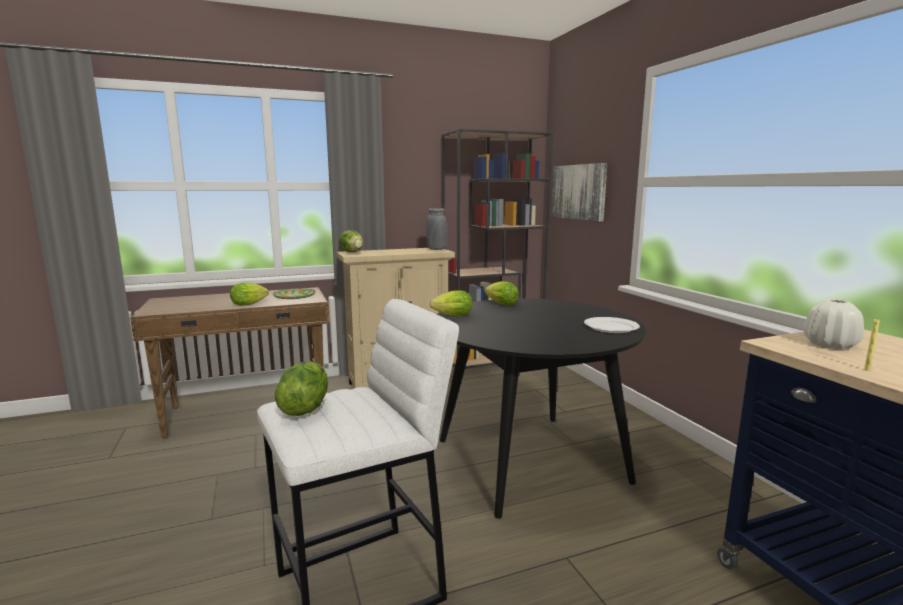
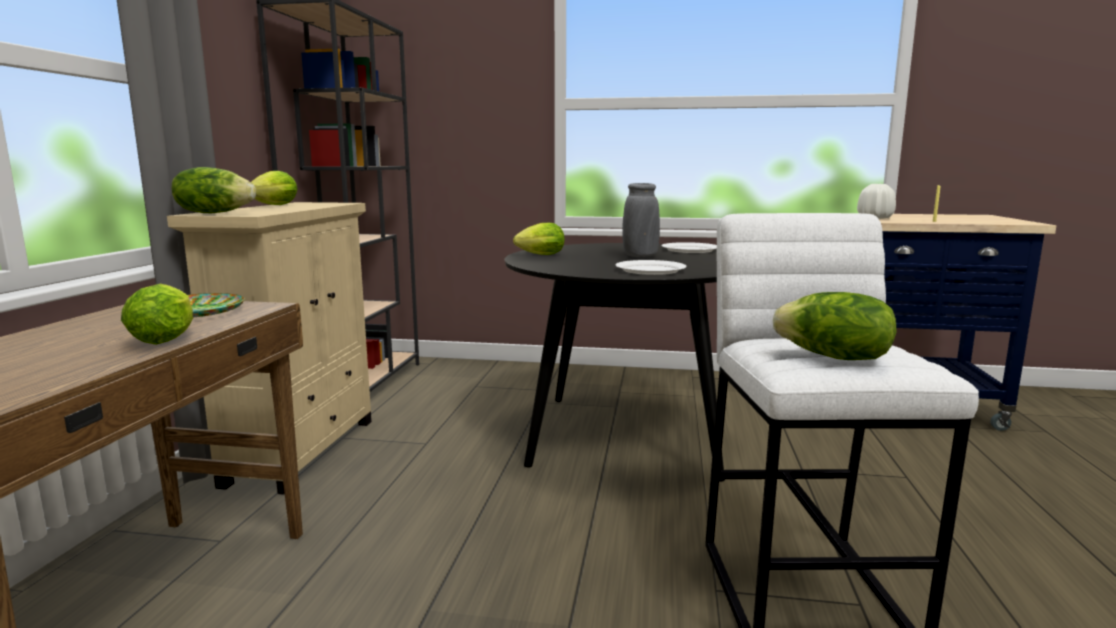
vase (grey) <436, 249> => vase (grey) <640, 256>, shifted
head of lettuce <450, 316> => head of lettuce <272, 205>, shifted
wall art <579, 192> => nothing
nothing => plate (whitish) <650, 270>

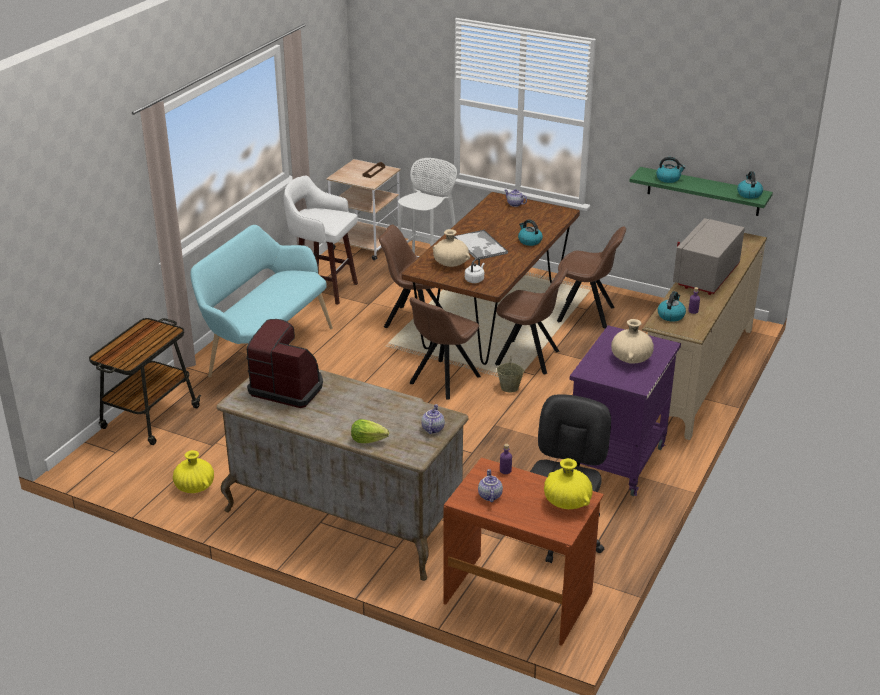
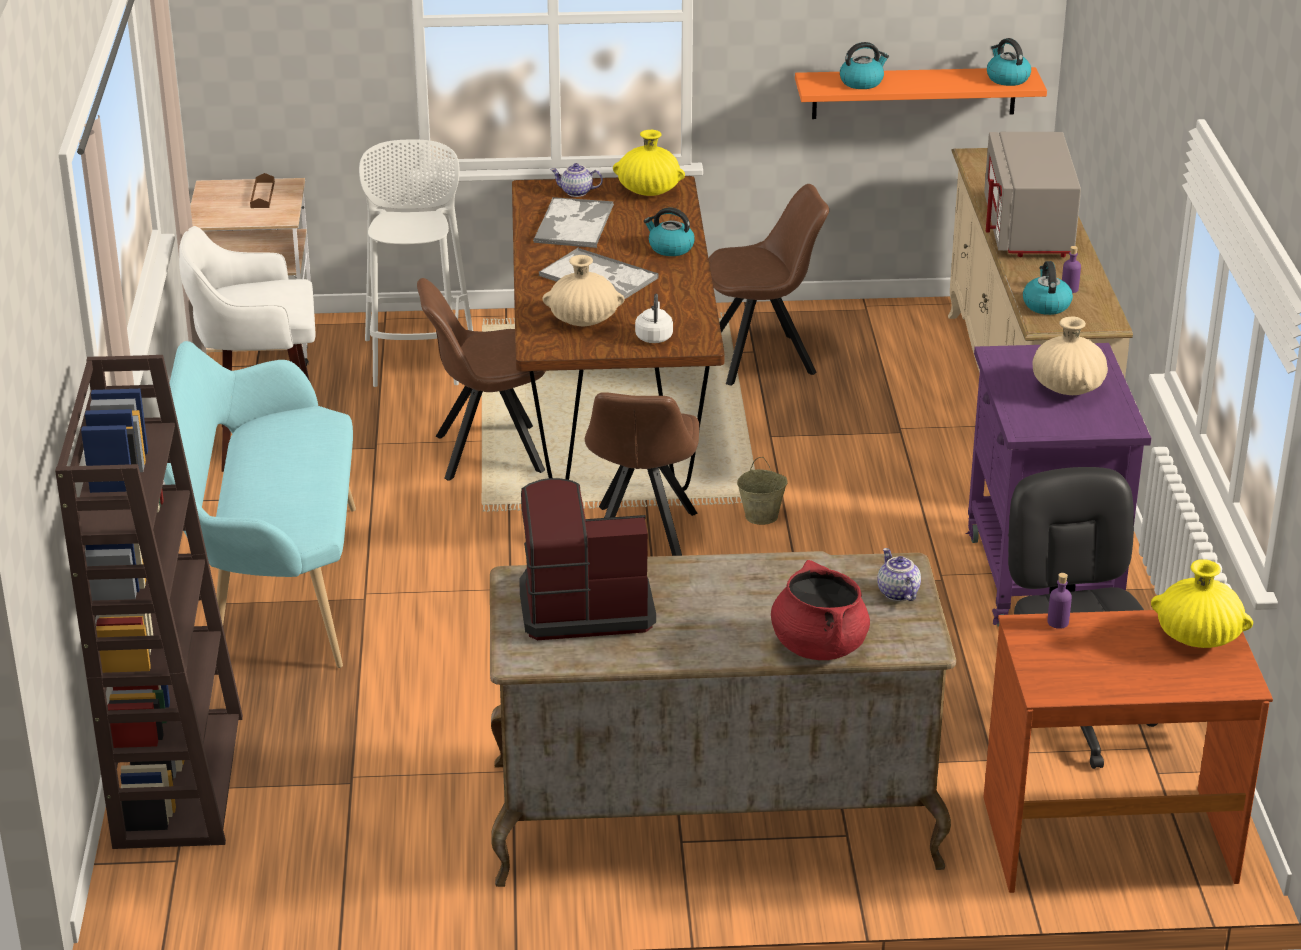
cart <149, 419> => bookshelf (brown-coloured) <177, 778>
vase (yellow-coloured) <195, 487> => vase (yellow-coloured) <649, 191>, shifted
head of lettuce <368, 440> => cooking pot (red-coloured) <818, 646>
teapot <489, 495> => nothing
chair (brown-coloured) <528, 357> => nothing
bracket shelf (greenish) <703, 191> => bracket shelf (orange-coloured) <914, 93>
nothing => carrying tray <574, 224>

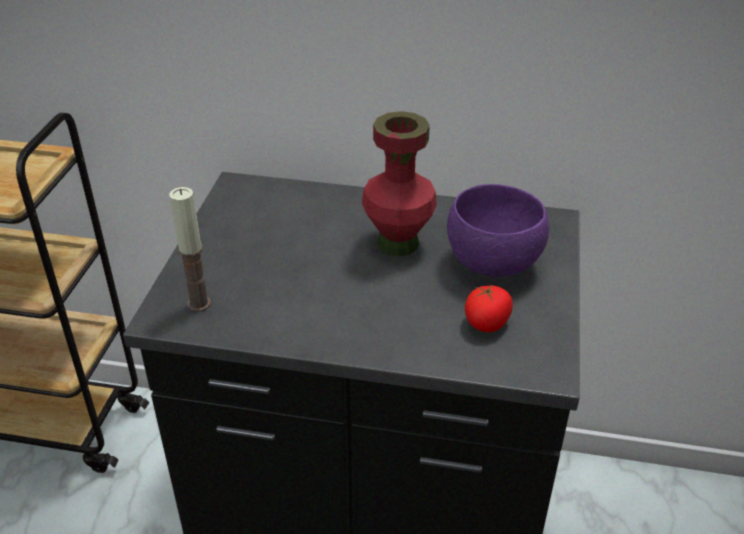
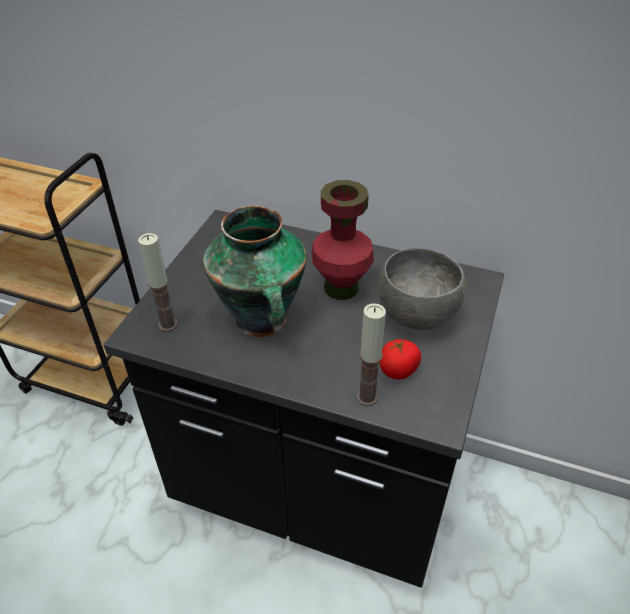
deep dish (purple-coloured) <494, 264> => deep dish (grey) <418, 316>
nothing => vase <261, 321>
nothing => wax candle <367, 397>

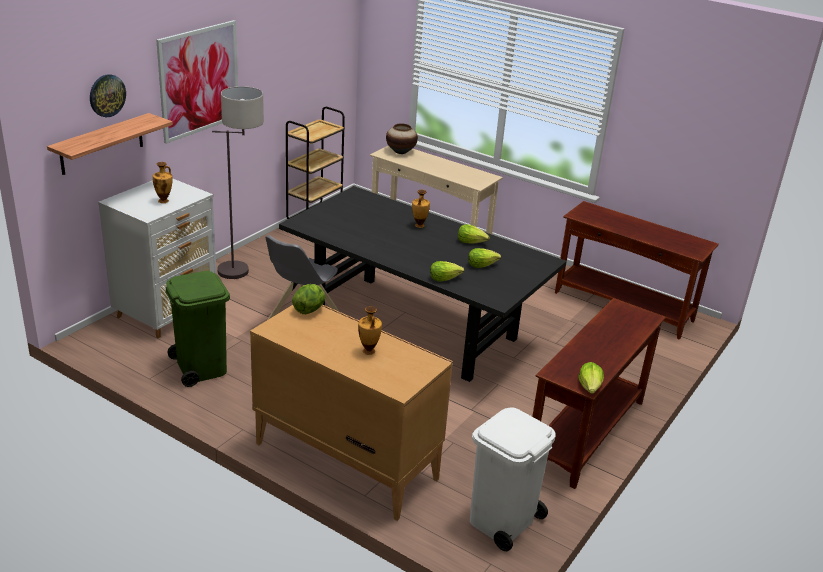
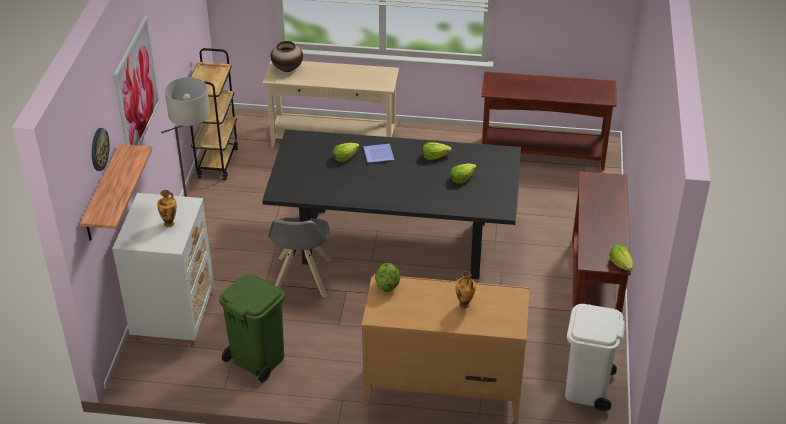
vase <419, 226> => plate <379, 155>
head of lettuce <444, 278> => head of lettuce <345, 157>, shifted

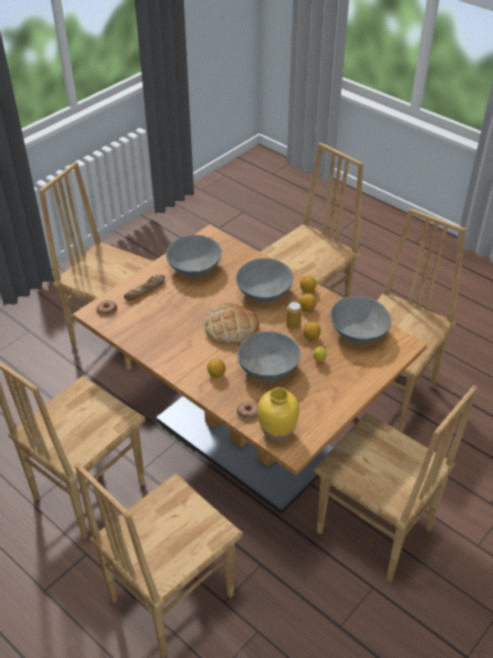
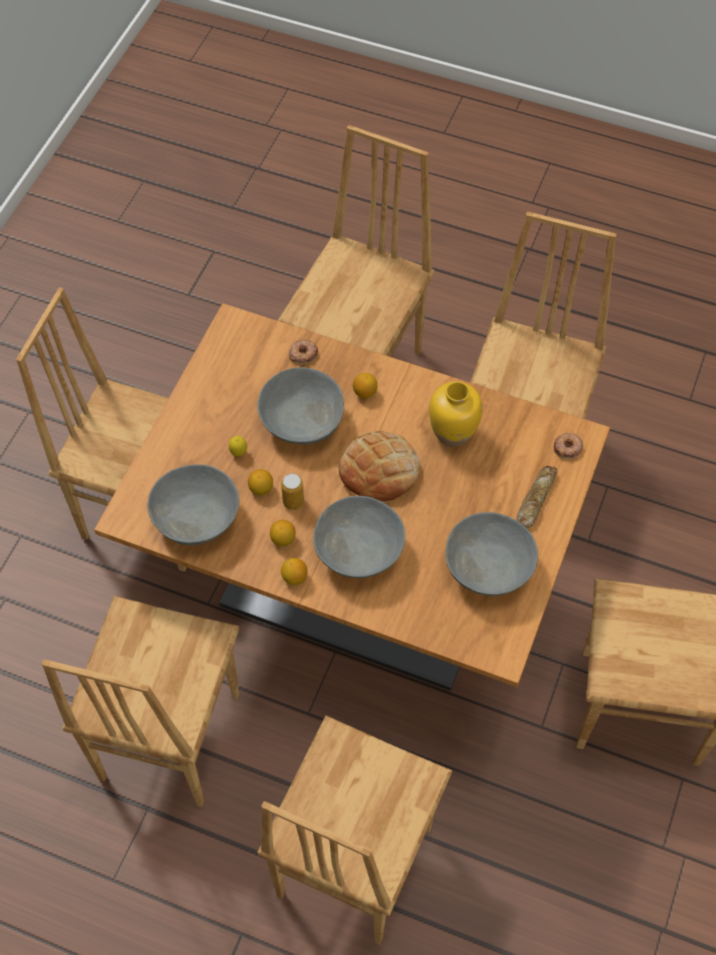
vase (yellow-coloured) <277, 433> => vase (yellow-coloured) <453, 433>, shifted

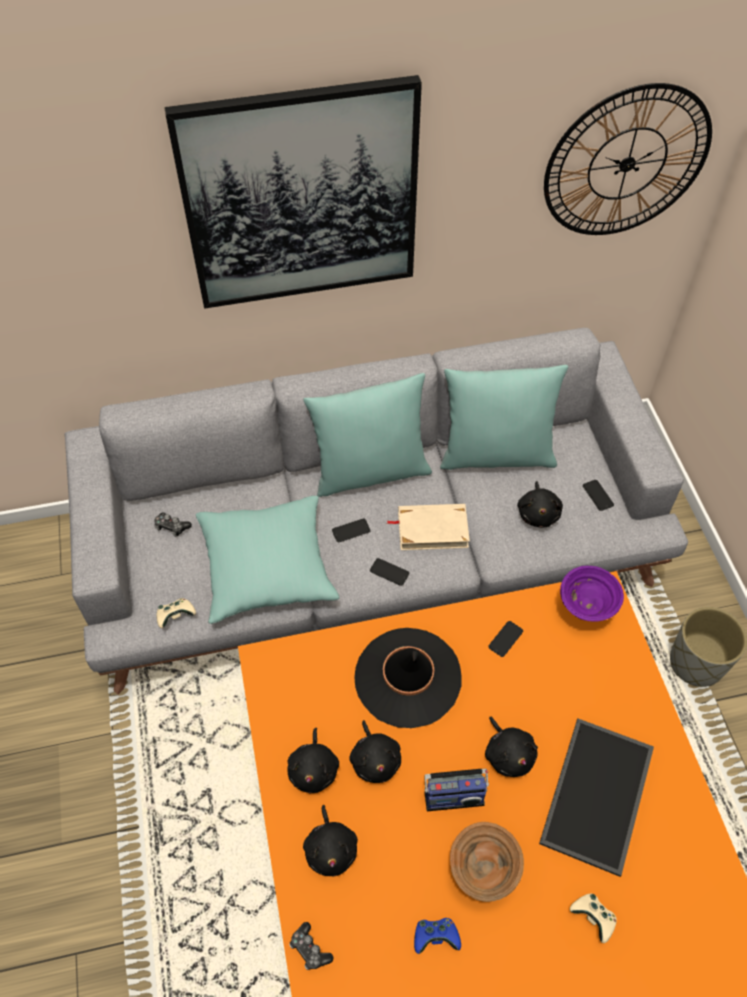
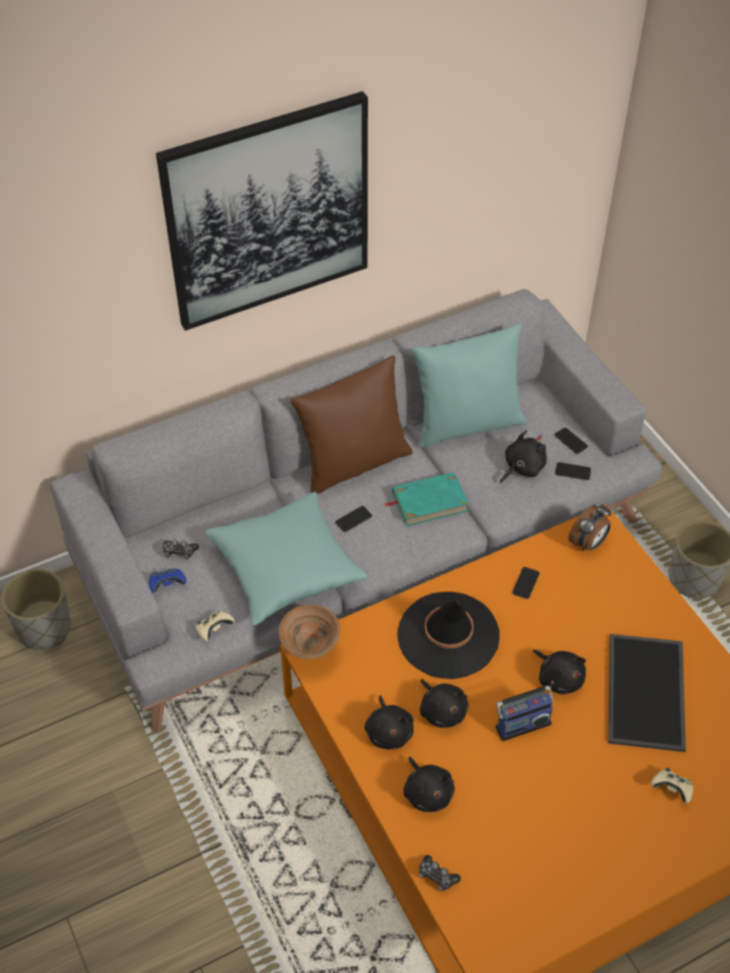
throw pillow (blue-green) <370, 472> => throw pillow (brown-coloured) <354, 463>
telephone <389, 572> => telephone <573, 471>, shifted
bound book (beige) <432, 529> => bound book (blue-green) <429, 502>
game controller (blue-coloured) <436, 937> => game controller (blue-coloured) <167, 585>, shifted
deep dish (brown-coloured) <482, 873> => deep dish (brown-coloured) <311, 652>, shifted
plush toy (blackish) <538, 513> => plush toy (blackish) <522, 467>, 120 degrees counterclockwise
clock on the wall <627, 163> => nothing
deep dish (purple-coloured) <584, 610> => table clock <588, 543>
nothing => flower pot (grey) <44, 628>

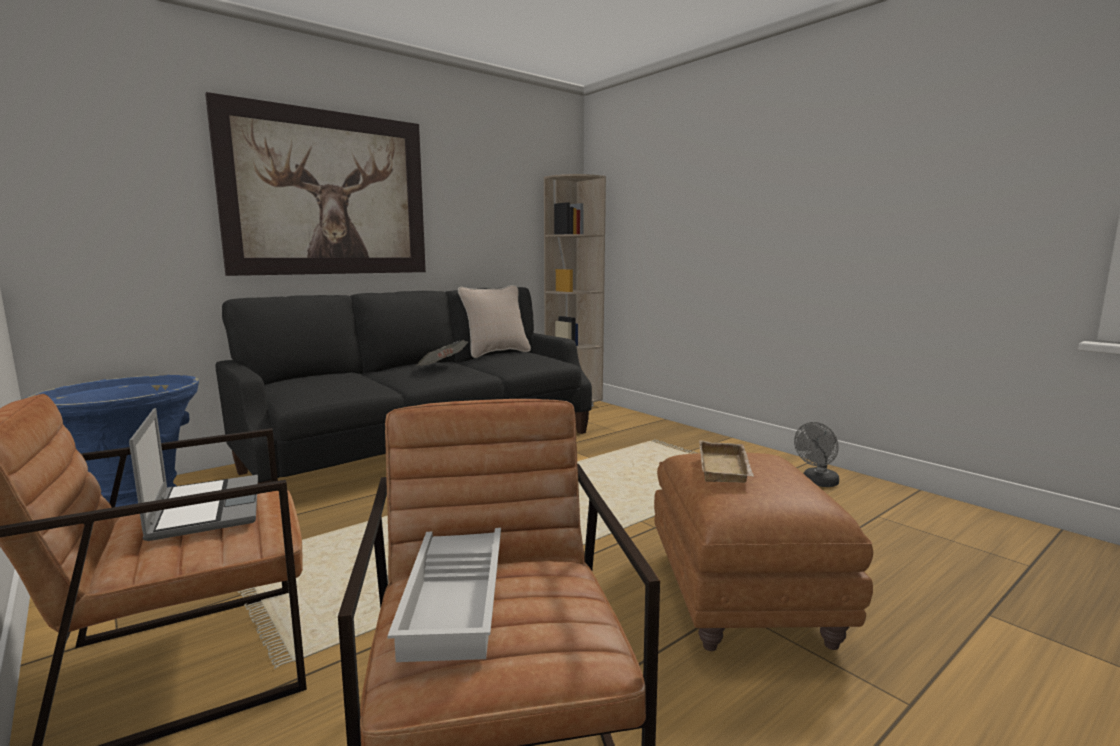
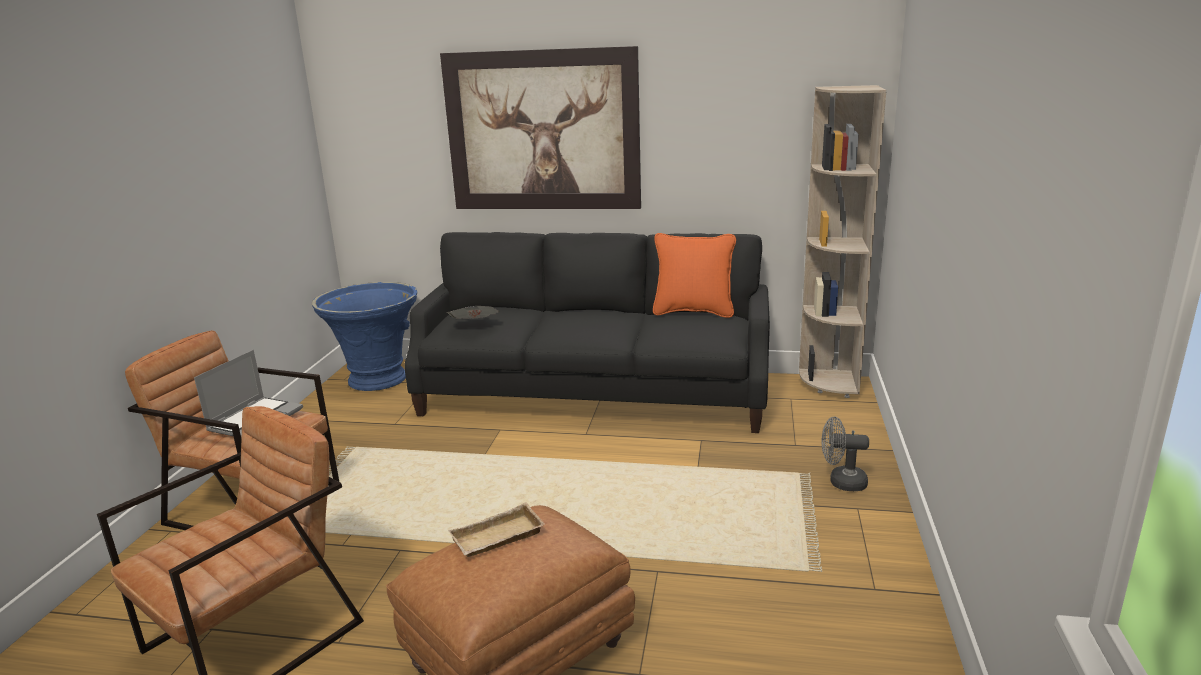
carrying tray (whitish) <458, 596> => nothing
newspaper <442, 367> => newspaper <475, 326>, shifted
throw pillow (beige) <496, 353> => throw pillow (orange-coloured) <693, 312>
fan (grey) <817, 483> => fan (grey) <841, 482>, shifted

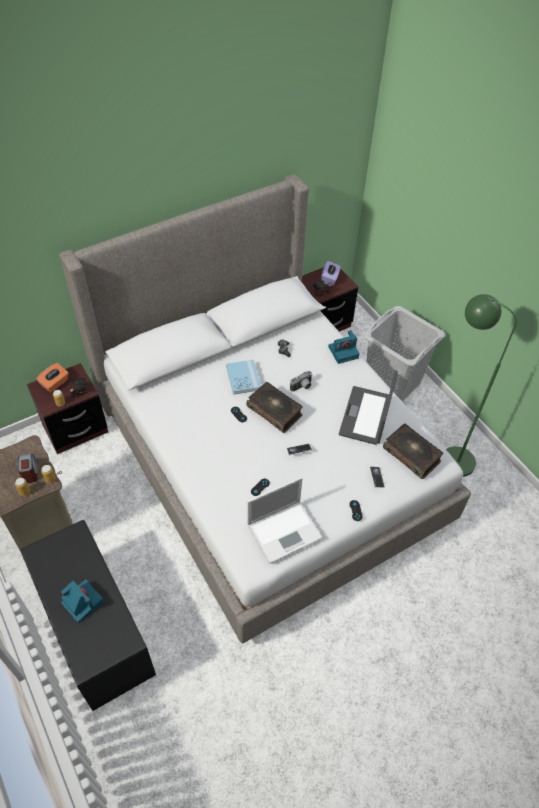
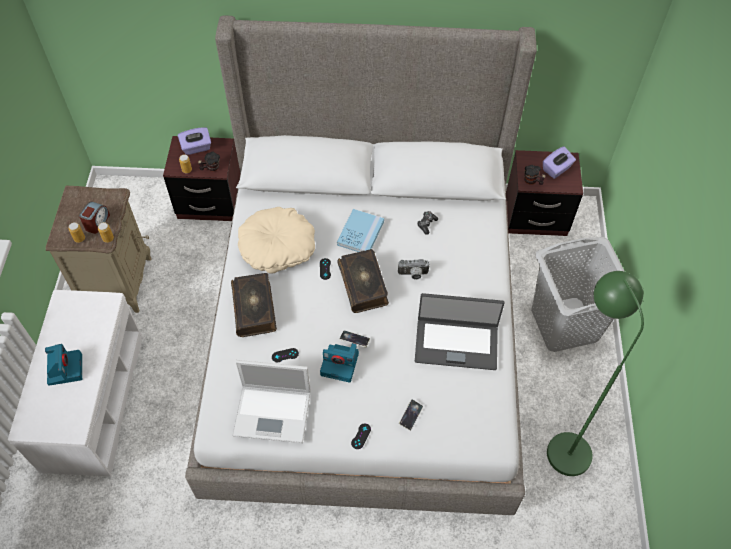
long seat (blackish) <93, 628> => long seat (whitish) <92, 400>
tissue box (orange-coloured) <55, 383> => tissue box (purple-coloured) <196, 148>
photo camera <343, 352> => photo camera <340, 364>, shifted
portable computer <366, 416> => portable computer <456, 343>, 135 degrees counterclockwise
bound book <412, 455> => bound book <255, 309>, shifted
nothing => throw pillow (beige) <277, 245>

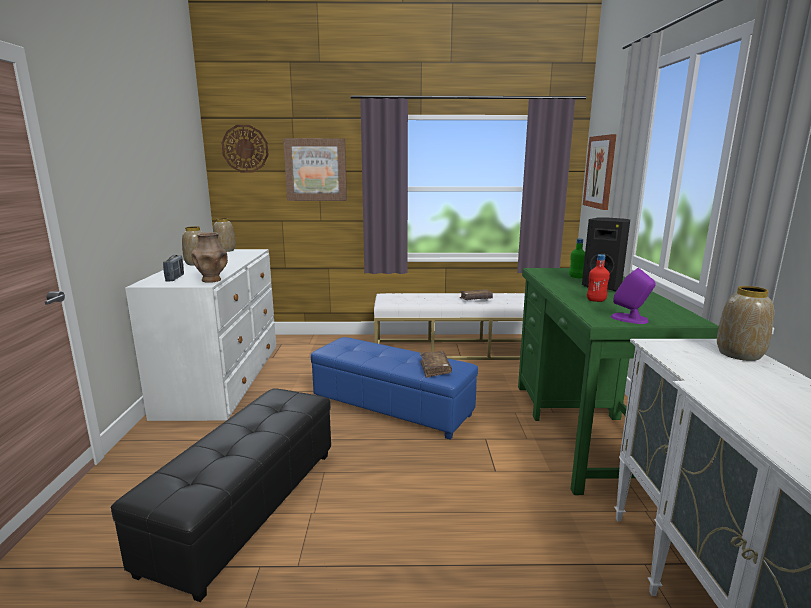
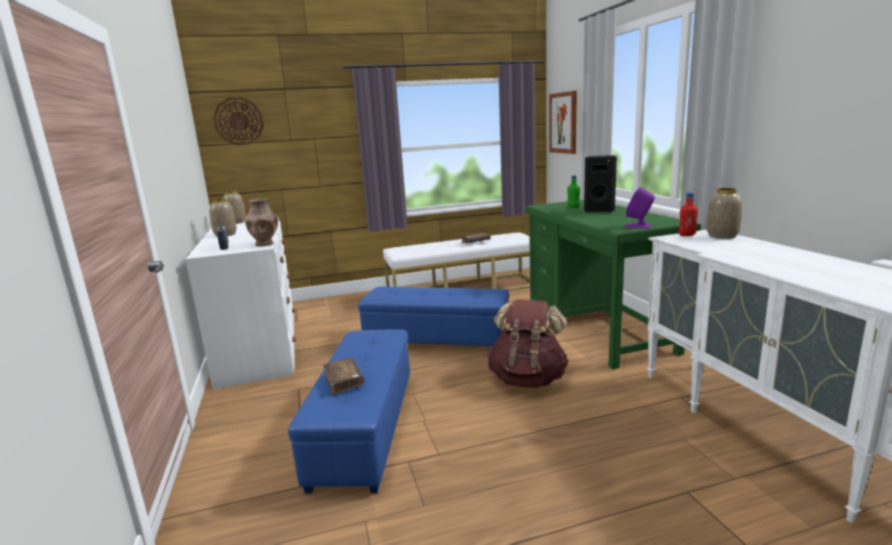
pouffe (blackish) <246, 506> => pouffe (blue-coloured) <364, 428>
wall art <316, 170> => nothing
bound book (brown-coloured) <435, 369> => bound book (brown-coloured) <344, 381>, shifted
drink bottle (red-coloured) <596, 300> => drink bottle (red-coloured) <686, 235>, shifted
nothing => knapsack (brown-coloured) <528, 379>

